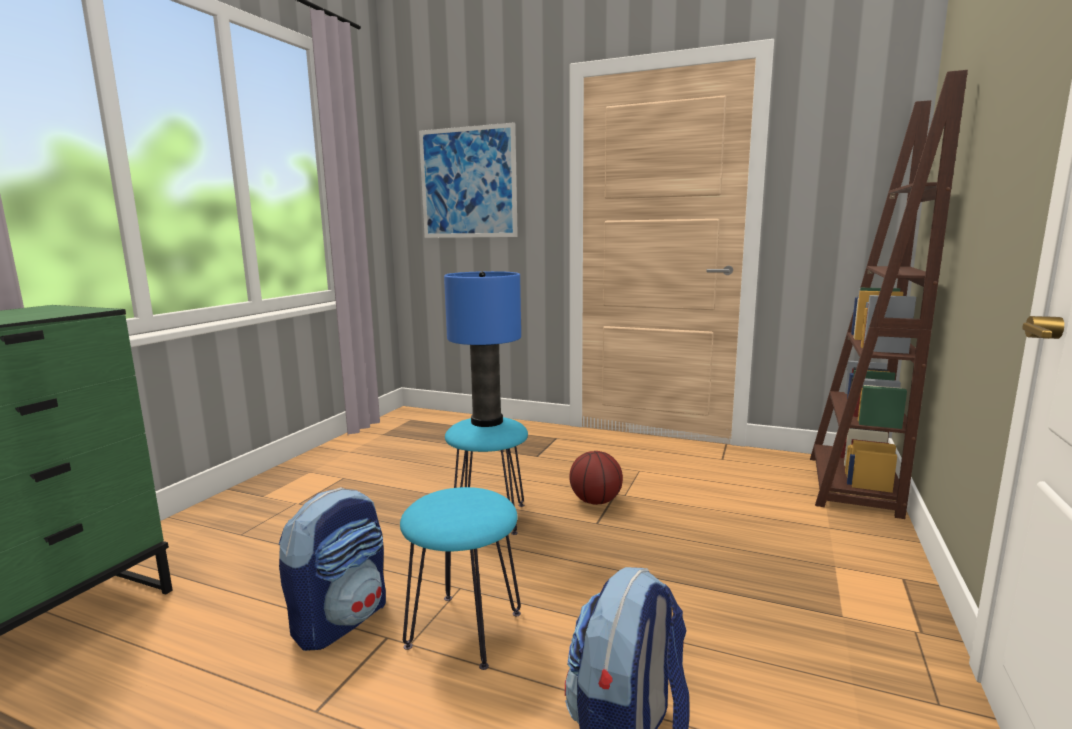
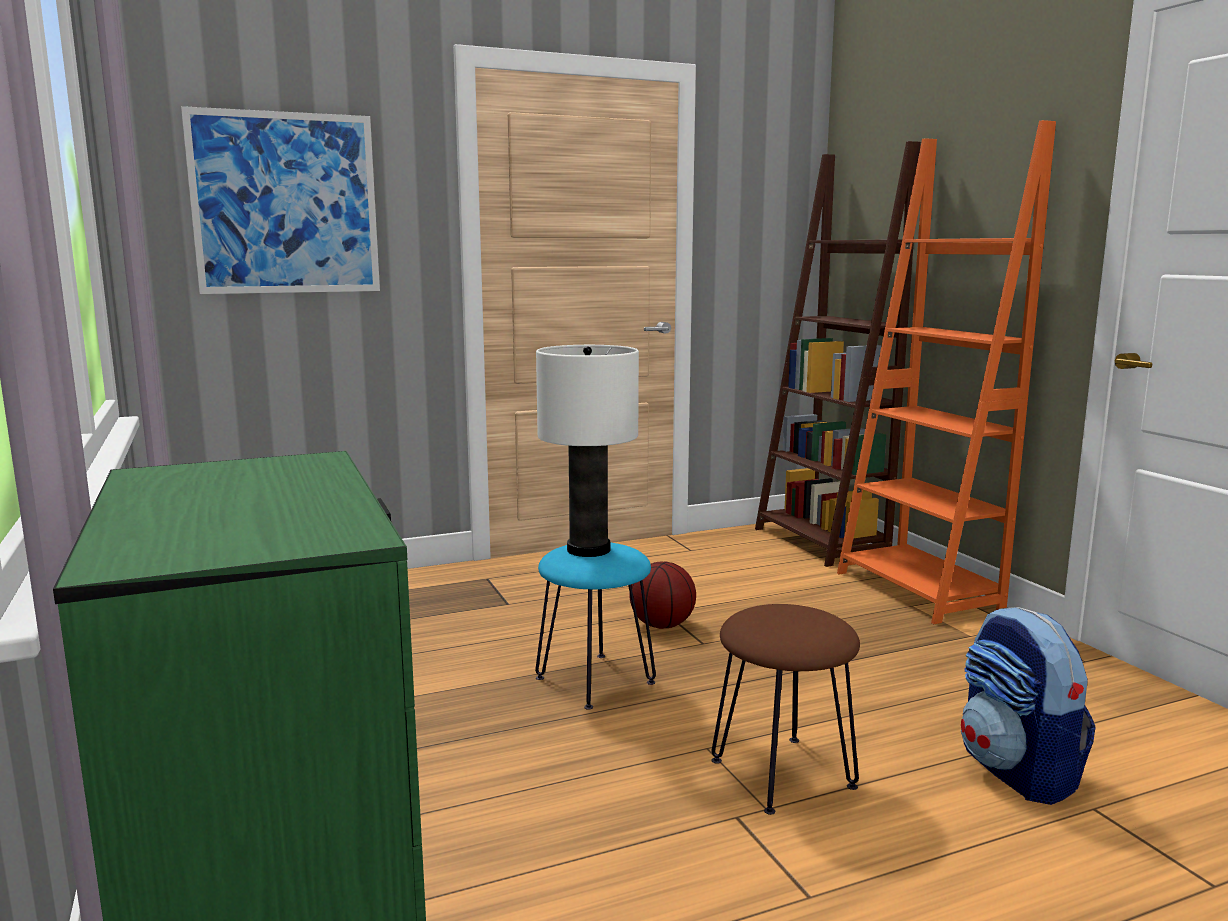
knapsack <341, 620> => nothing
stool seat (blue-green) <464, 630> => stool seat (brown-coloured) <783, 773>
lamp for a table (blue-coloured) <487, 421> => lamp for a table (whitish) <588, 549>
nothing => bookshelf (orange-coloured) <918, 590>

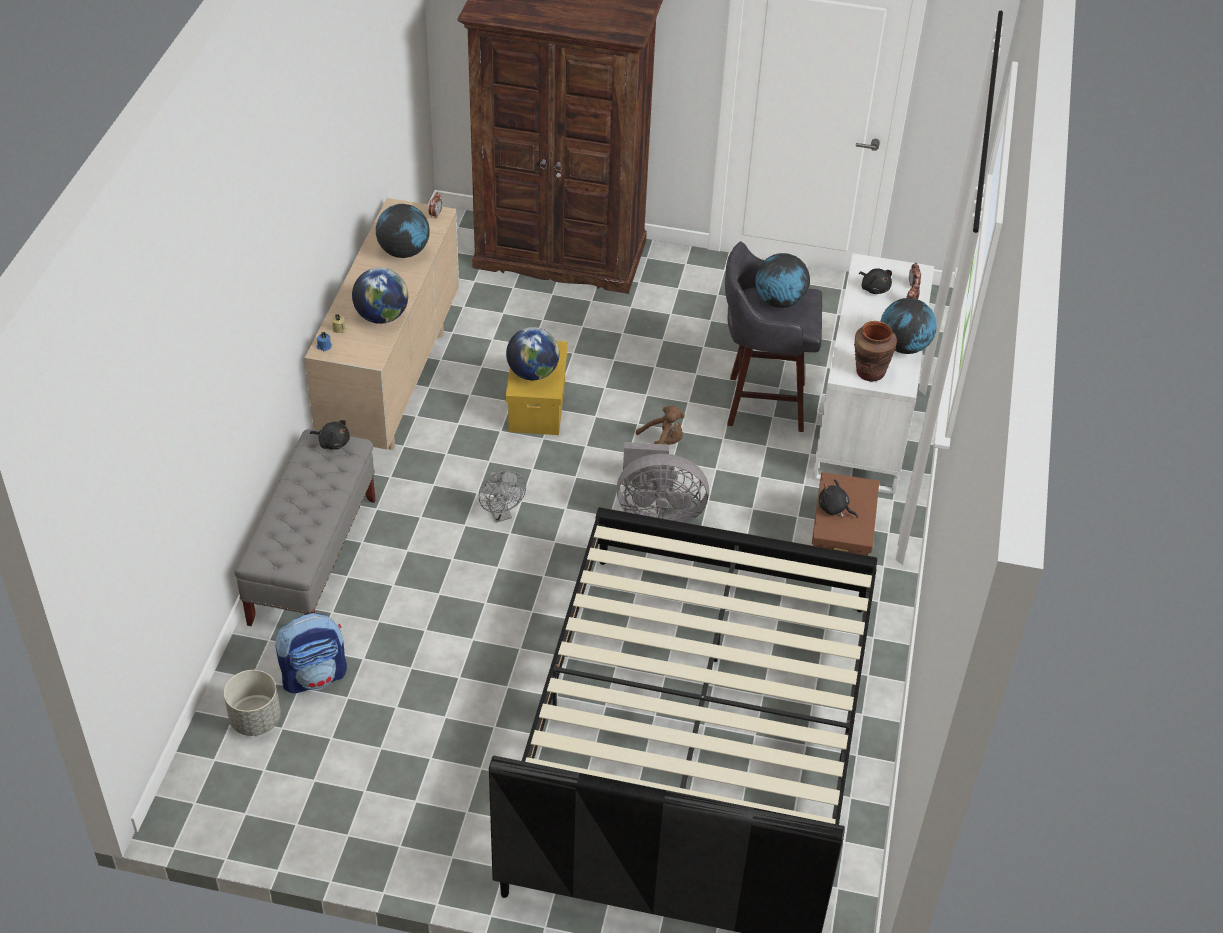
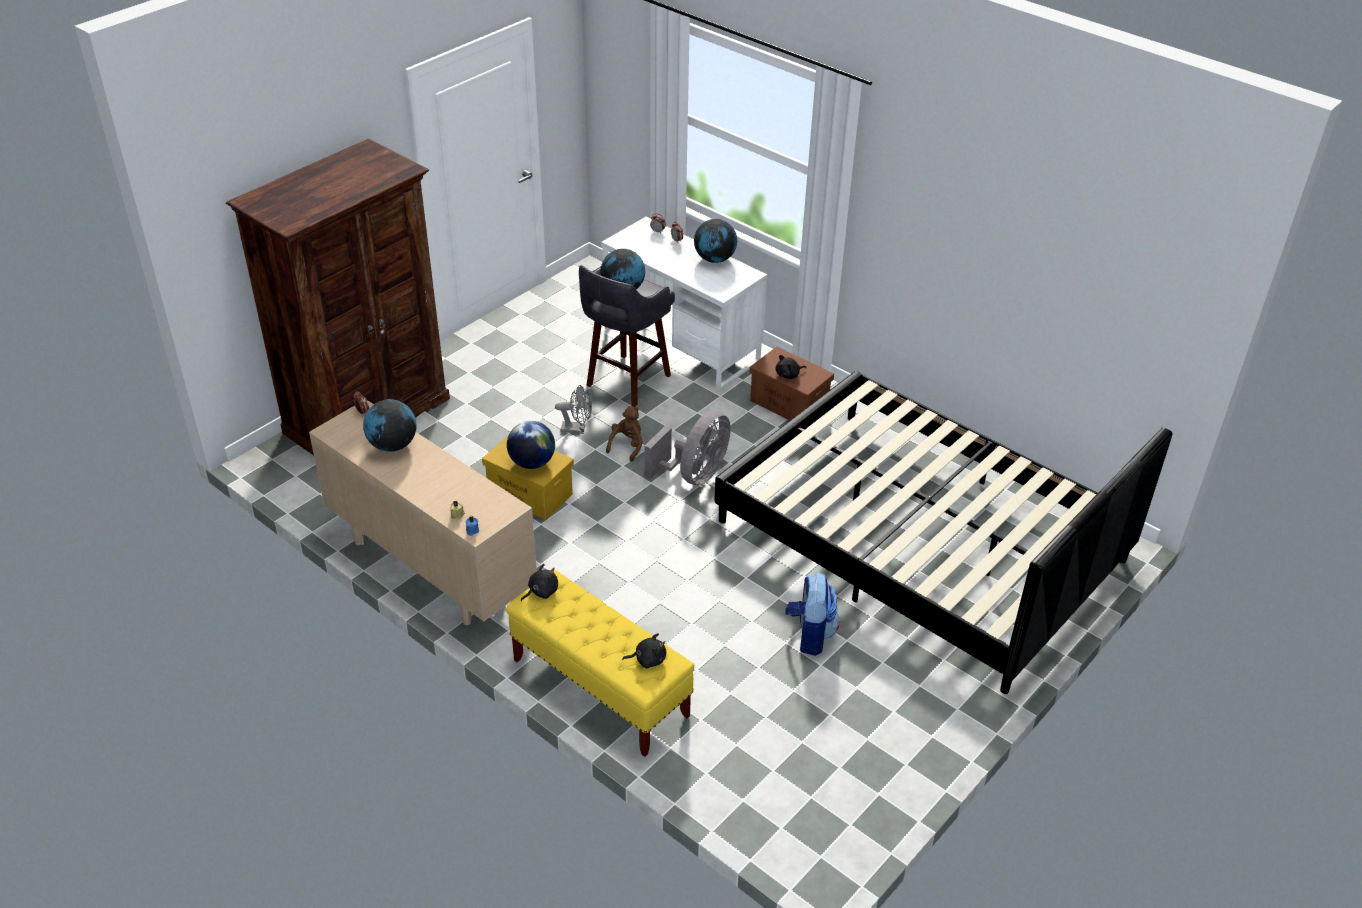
flower pot (grey) <255, 719> => nothing
long seat (grey) <313, 560> => long seat (yellow-coloured) <600, 688>
knapsack <314, 676> => knapsack <810, 635>, shifted
desk globe <382, 316> => nothing
fan (grey) <501, 514> => fan (grey) <577, 429>, shifted
vase (brown-coloured) <869, 372> => nothing
plush toy (blackish) <874, 288> => plush toy (blackish) <648, 659>, shifted

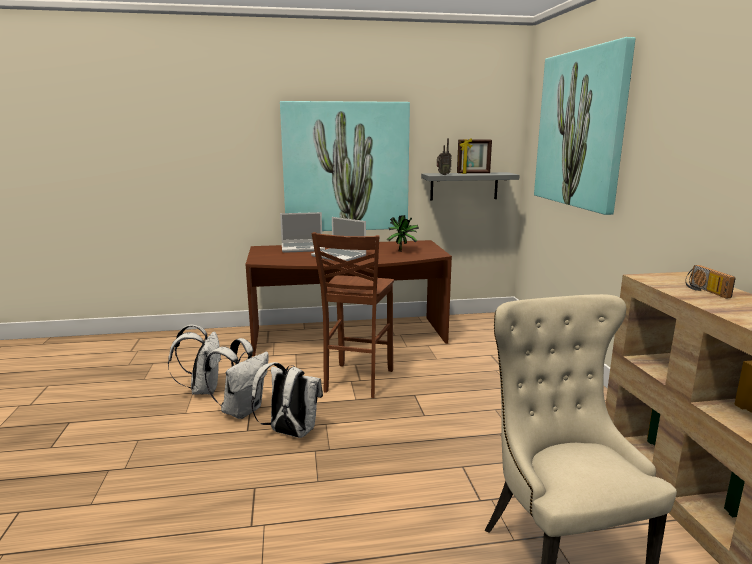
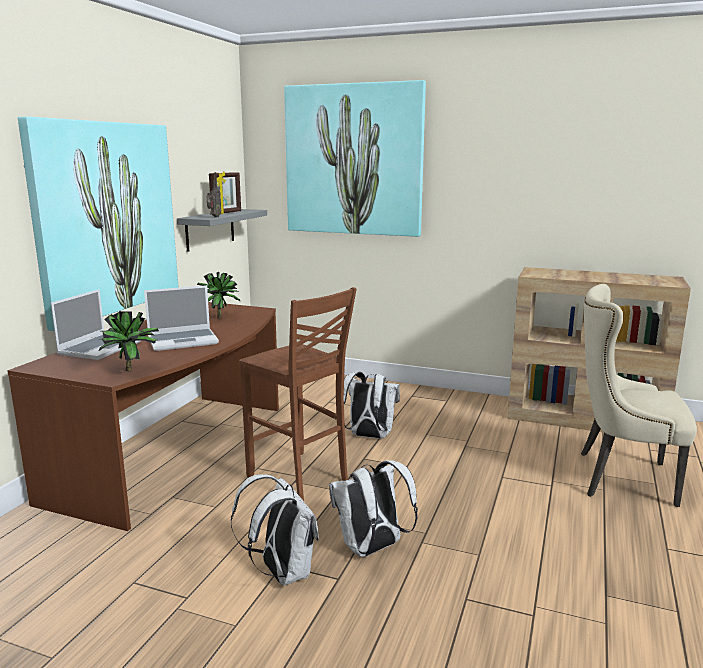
knapsack (whitish) <203, 389> => knapsack (whitish) <368, 436>, shifted
radio <704, 291> => nothing
nothing => potted plant <133, 370>

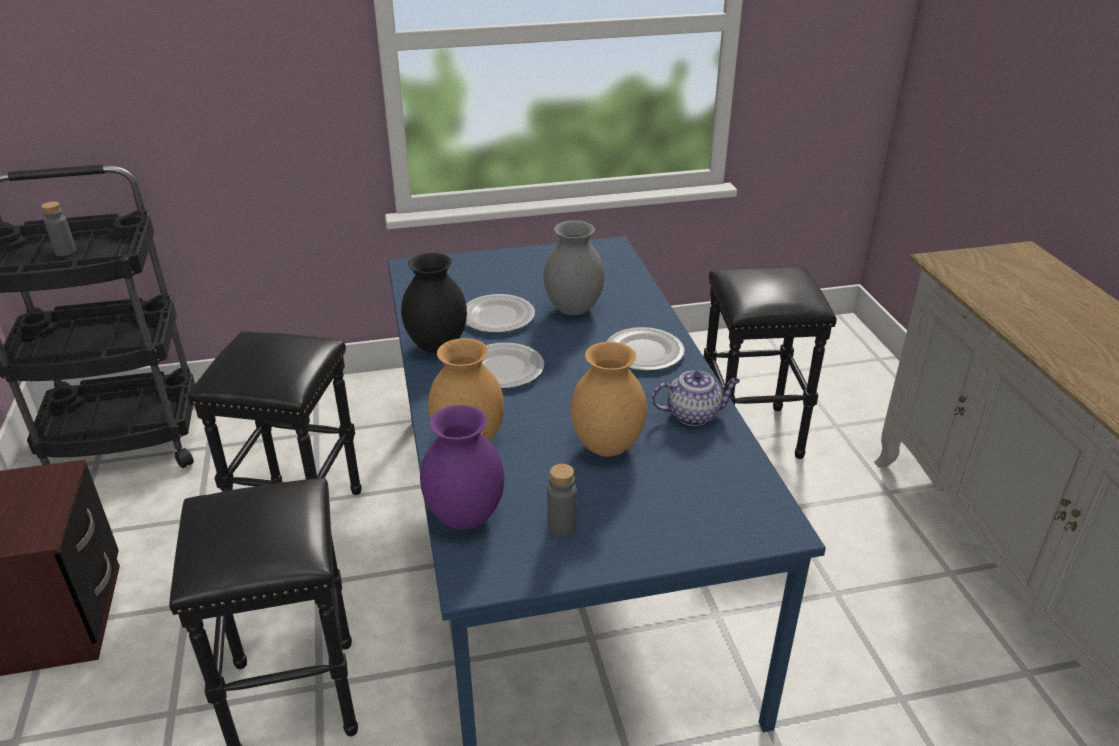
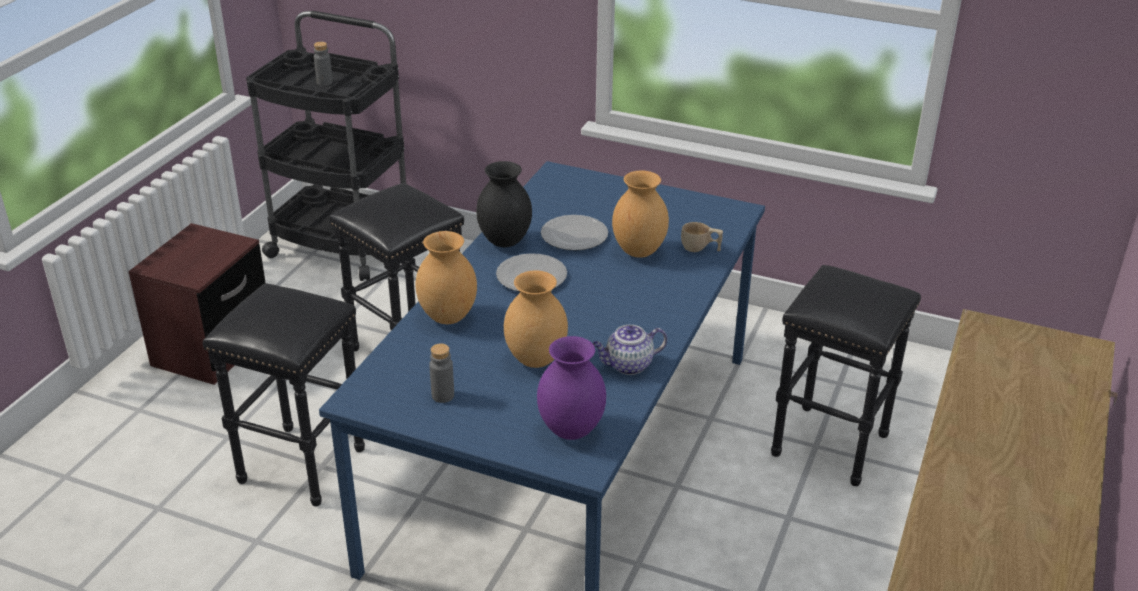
vase (purple-coloured) <465, 519> => vase (purple-coloured) <570, 431>, shifted
vase (grey) <573, 309> => vase (brown-coloured) <639, 251>
plate <645, 352> => nothing
teapot <694, 414> => teapot <628, 365>, 135 degrees clockwise
nothing => small cup (beige) <700, 249>

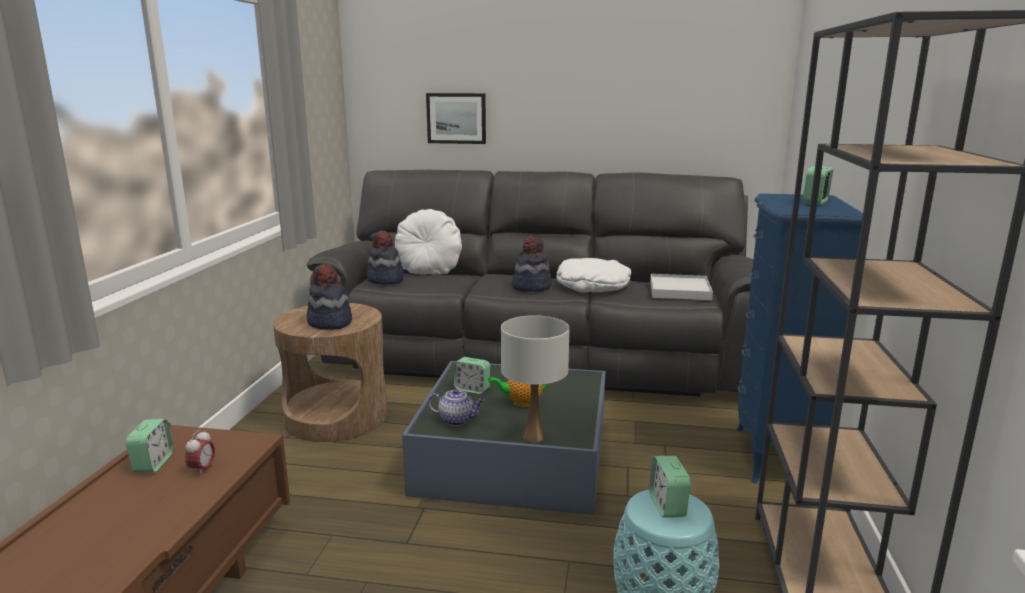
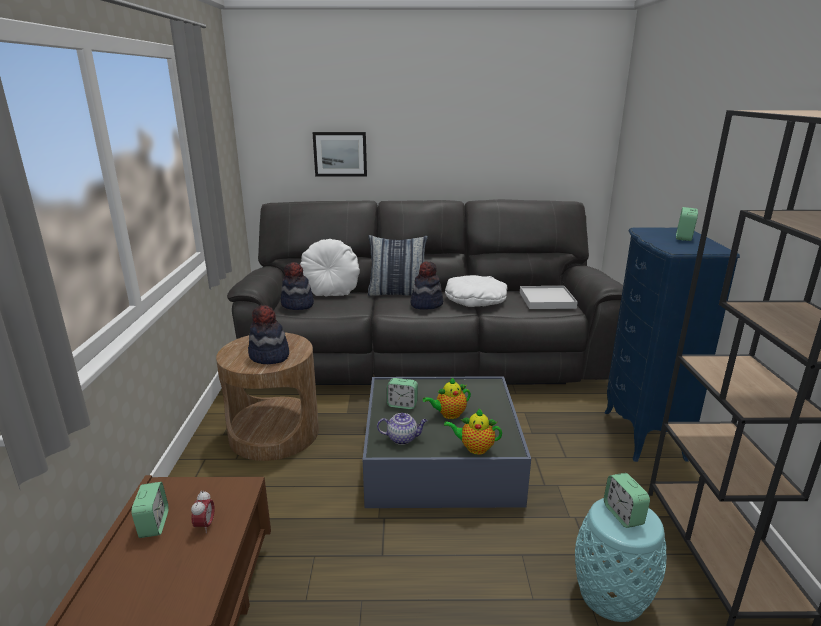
lamp for a table (whitish) <534, 435> => teapot <474, 448>
nothing => throw pillow <397, 293>

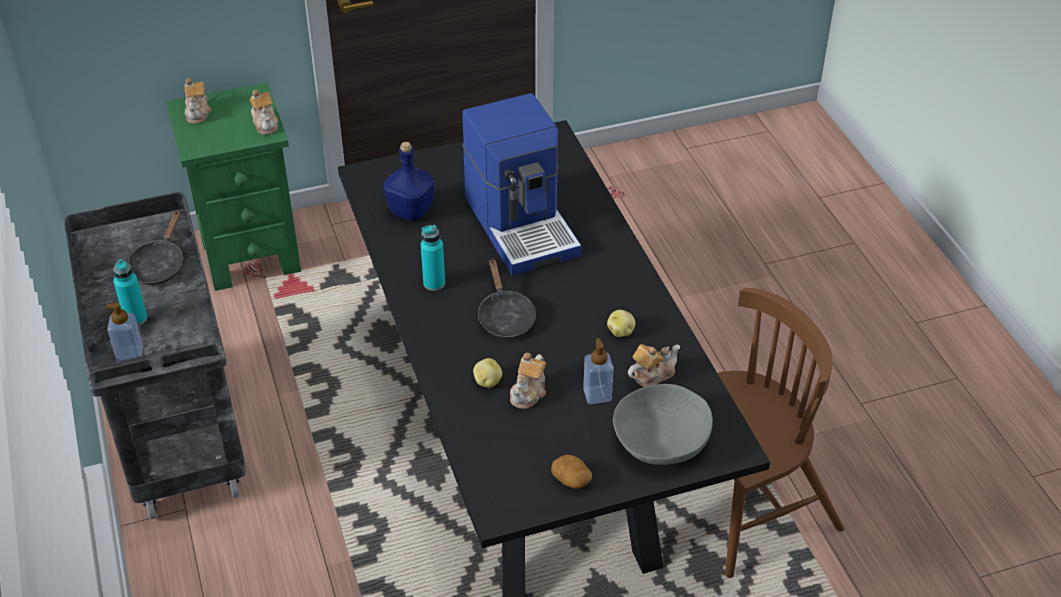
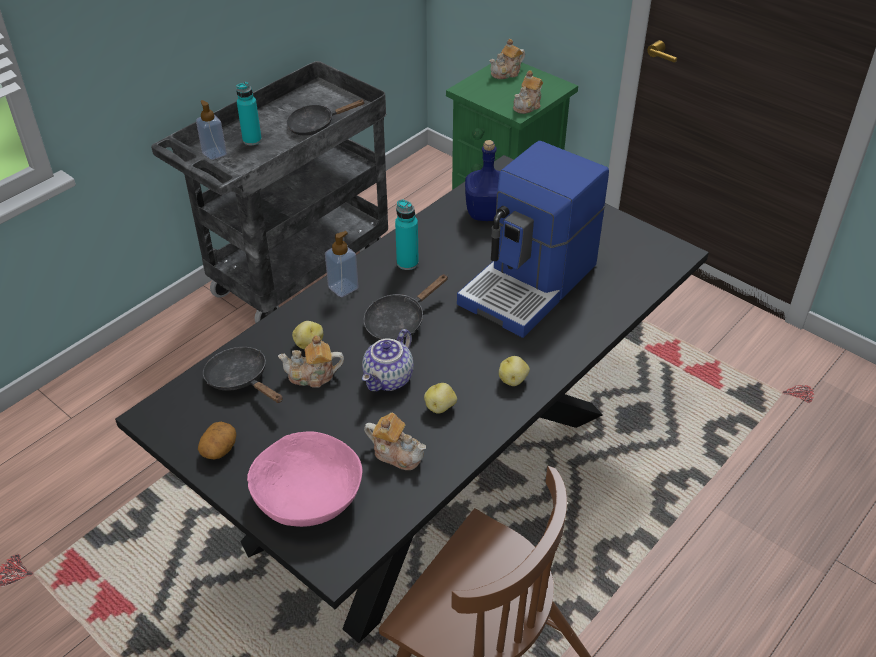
soap dispenser <597, 395> => soap dispenser <343, 288>, shifted
deep dish (grey) <661, 441> => deep dish (pink) <308, 496>
nothing => skillet (blackish) <241, 380>
nothing => teapot <389, 379>
nothing => potato <513, 380>

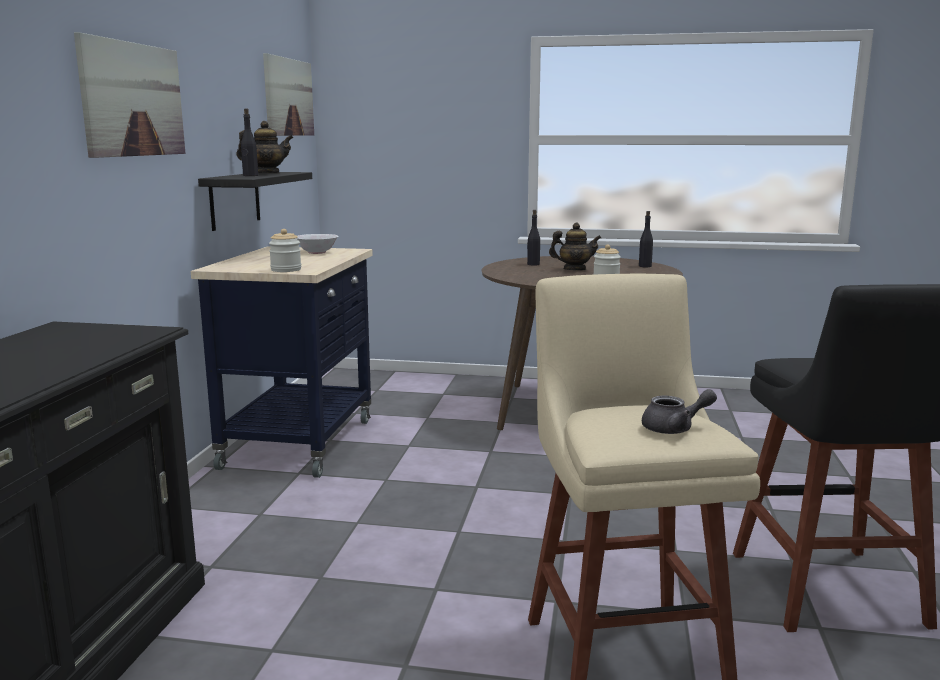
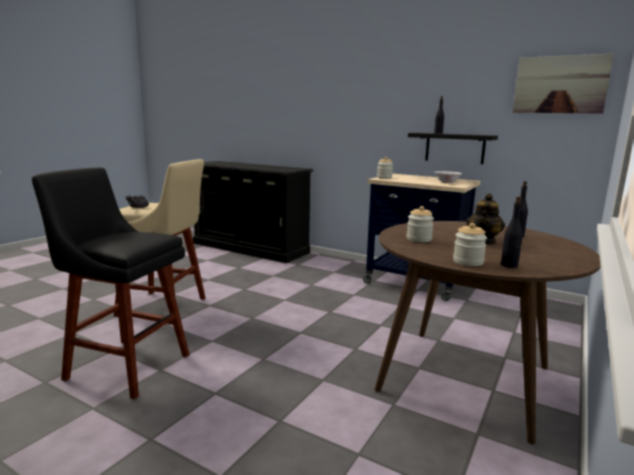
wall art <133, 99> => nothing
teapot <267, 173> => nothing
nothing => jar <468, 262>

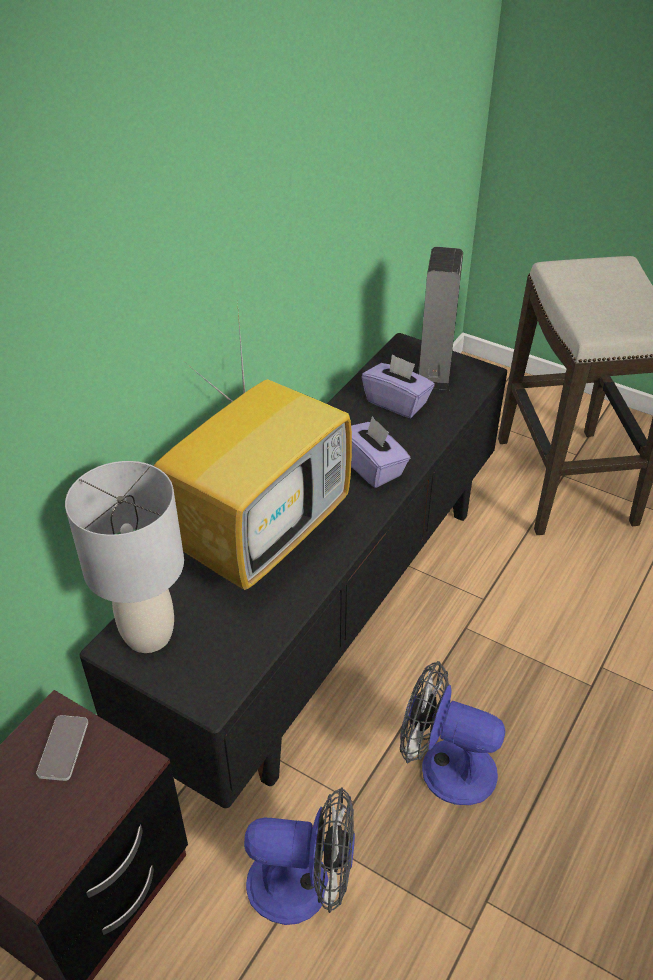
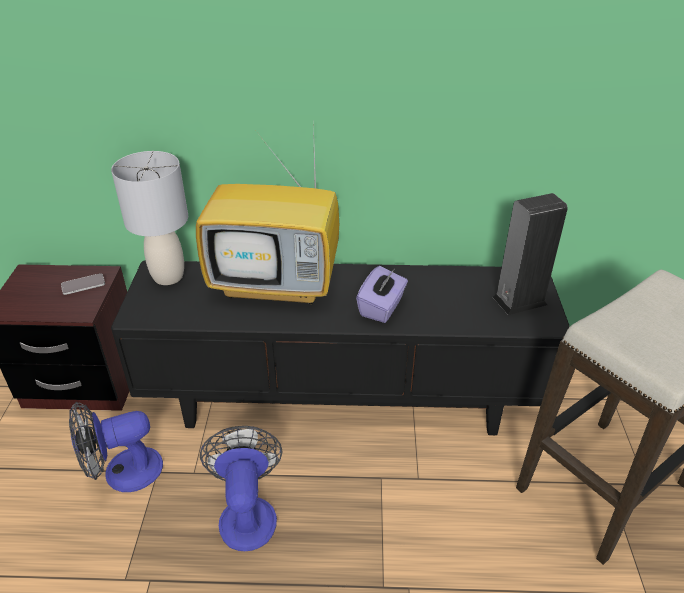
fan <304, 885> => fan <123, 473>, 90 degrees clockwise
tissue box (purple-coloured) <397, 402> => nothing

